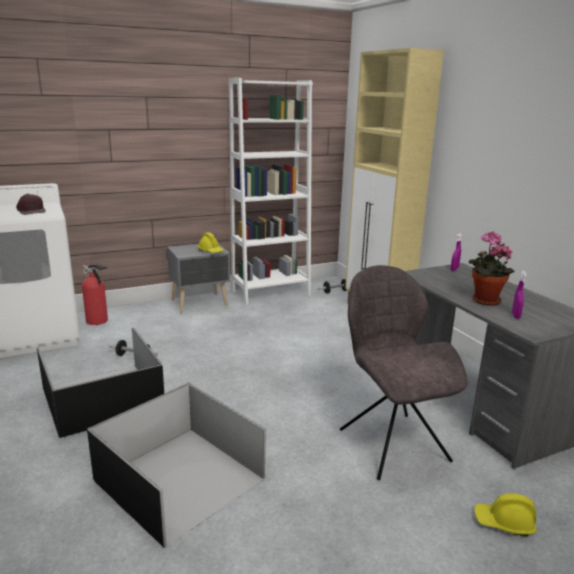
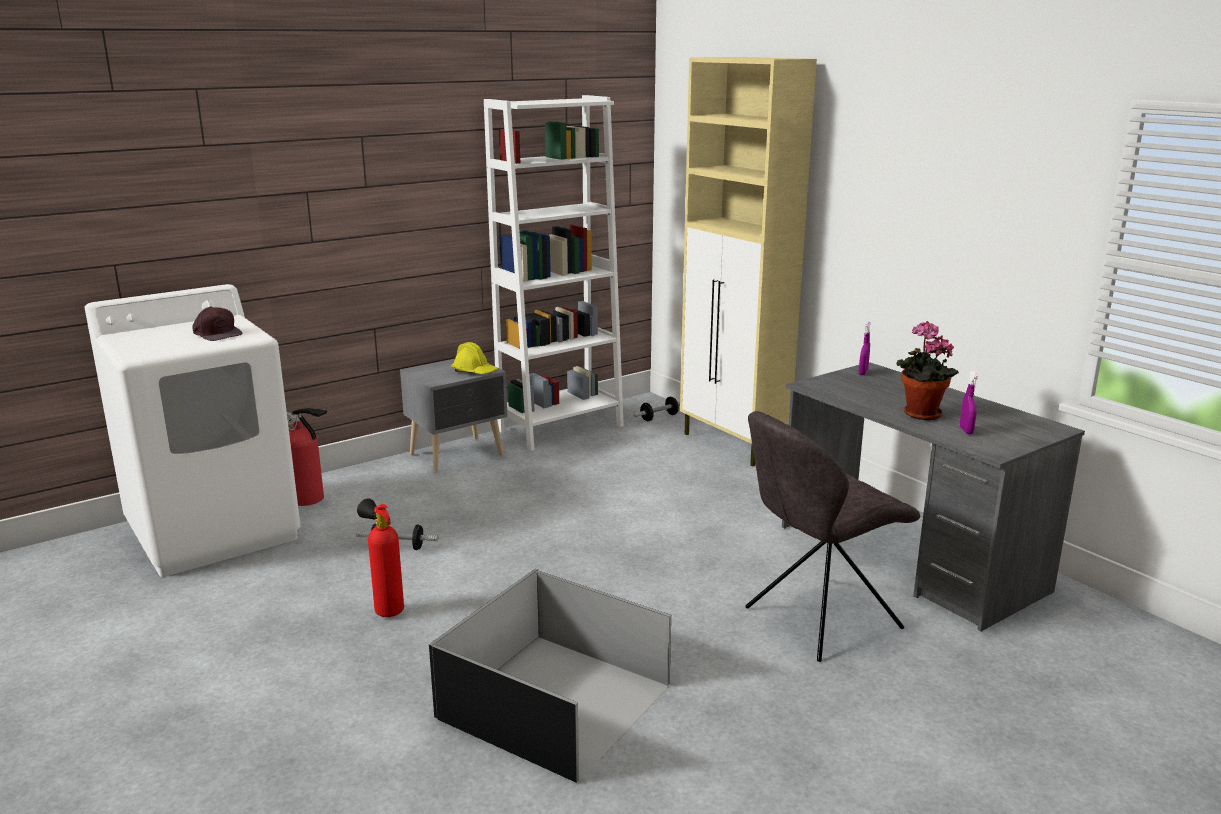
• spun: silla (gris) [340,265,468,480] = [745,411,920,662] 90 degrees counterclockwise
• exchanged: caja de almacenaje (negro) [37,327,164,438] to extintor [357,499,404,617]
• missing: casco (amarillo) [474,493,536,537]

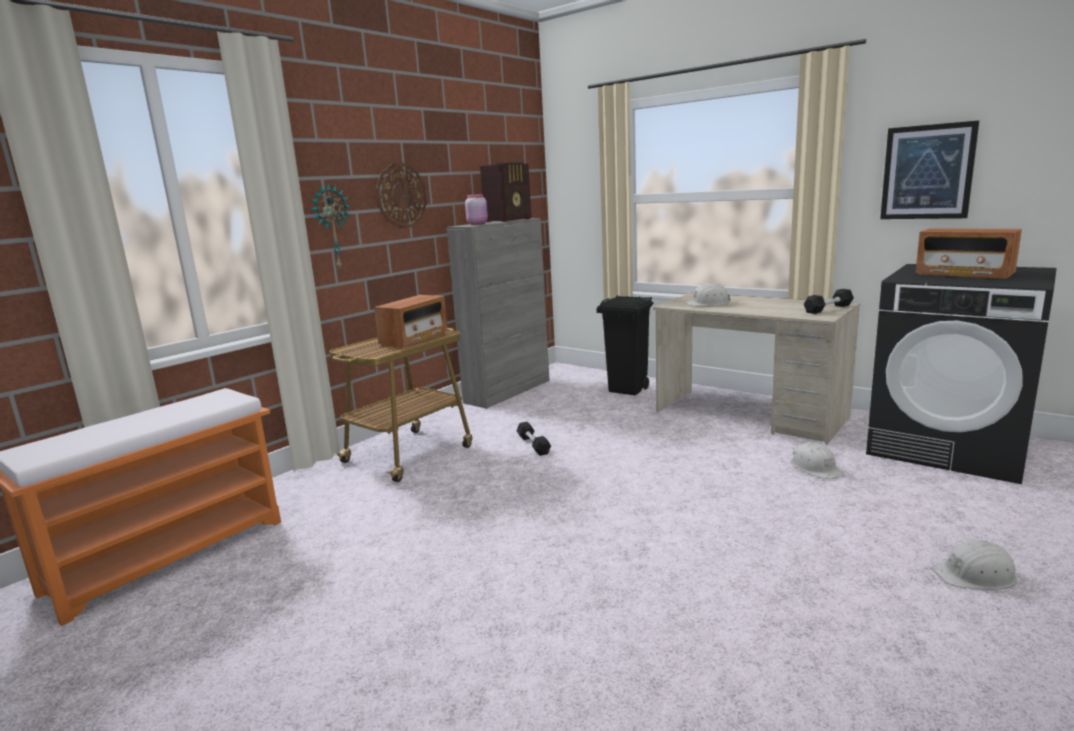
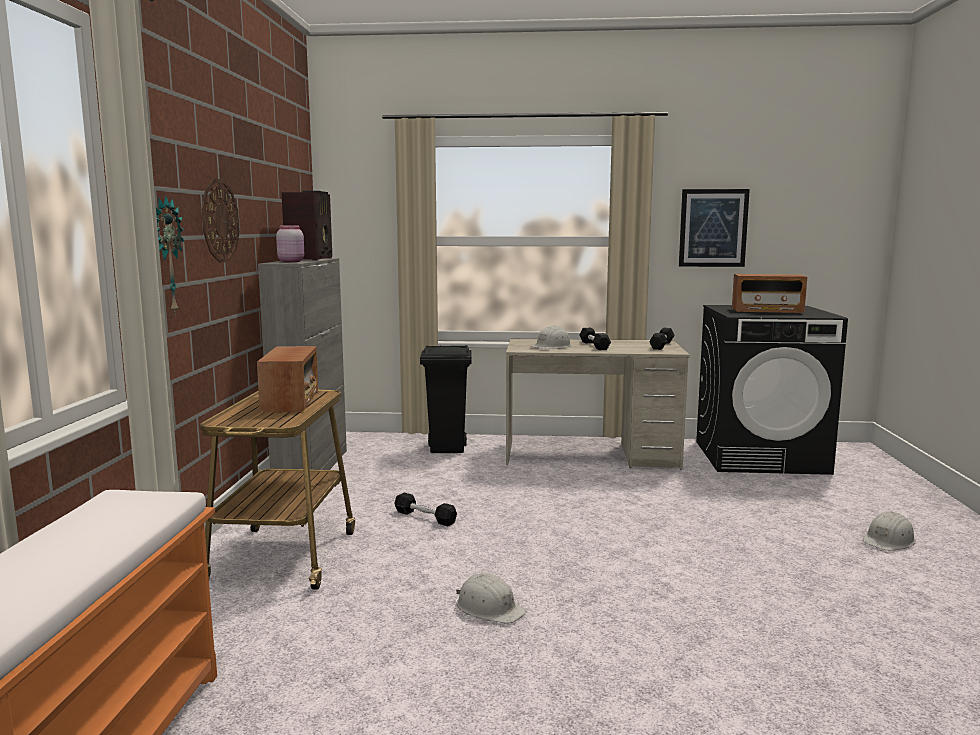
• relocated: casco (blanco) [791,442,844,479] to [456,573,526,624]
• appeared: mancuerna (negro) [579,328,611,350]

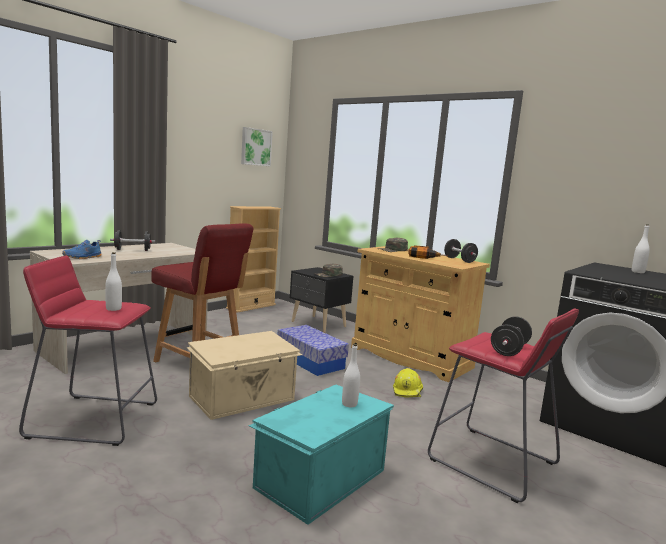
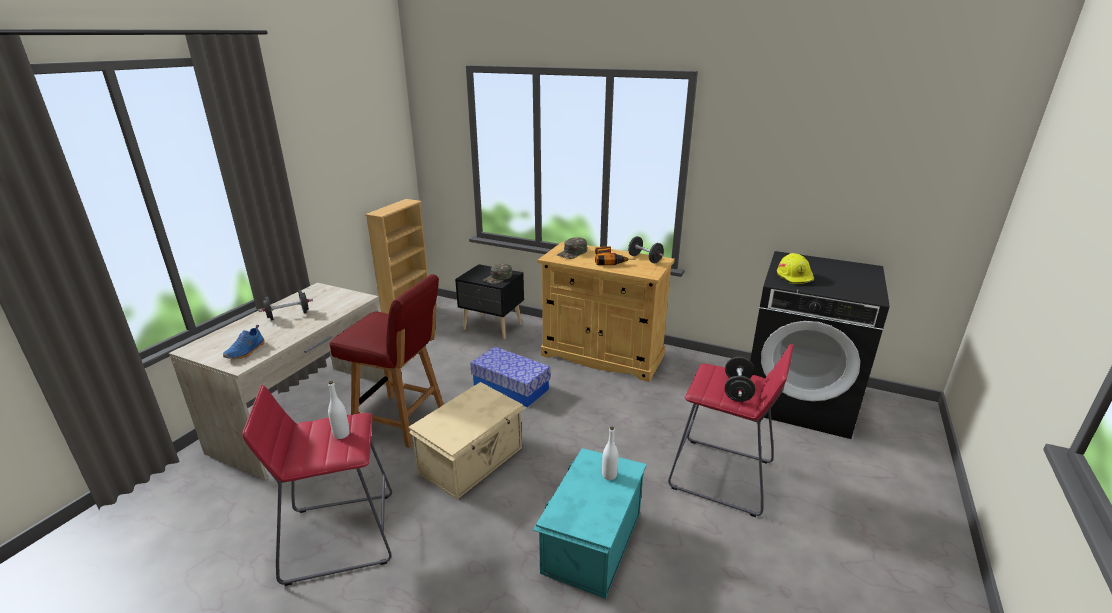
• missing: cuadro [241,127,273,167]
• missing: botella (blanco) [632,224,650,273]
• relocated: casco (amarillo) [393,368,423,398] to [777,253,814,284]

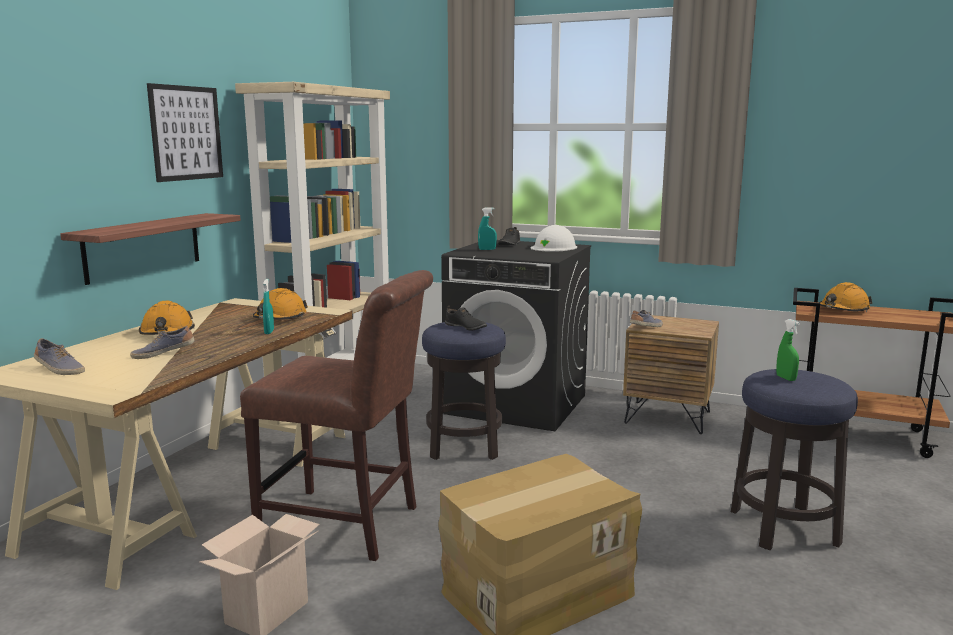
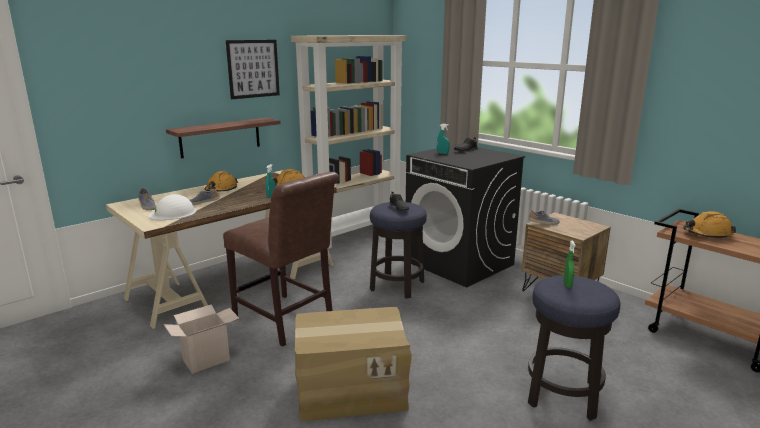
• relocated: casco (blanco) [530,225,577,252] to [148,194,196,220]

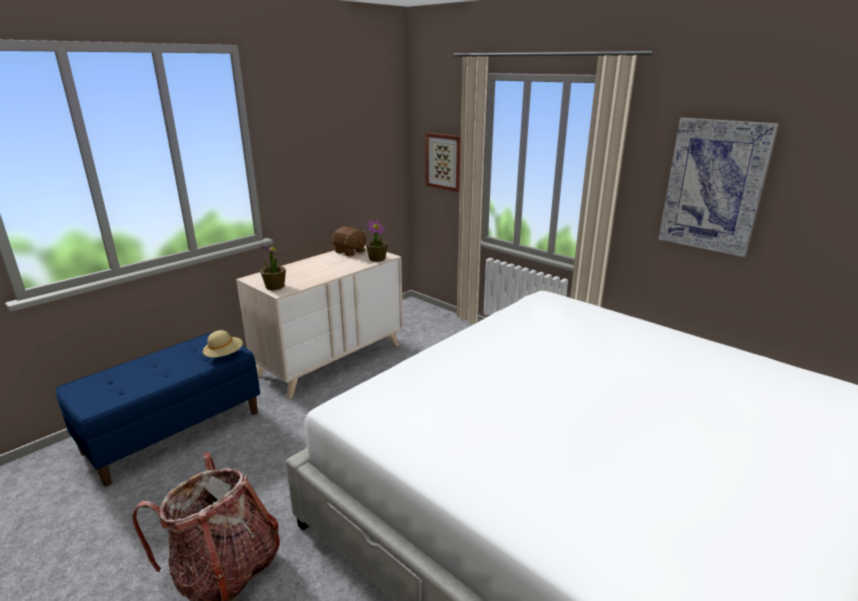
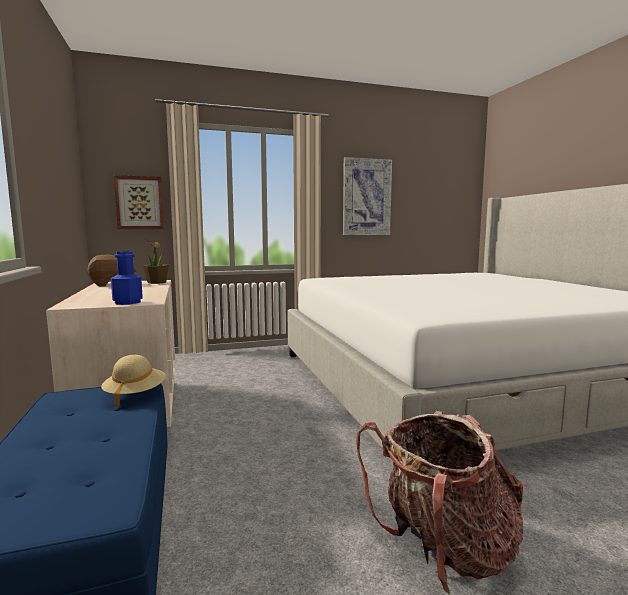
• exchanged: planta en maceta [260,245,286,291] to botella (azul) [111,251,143,305]

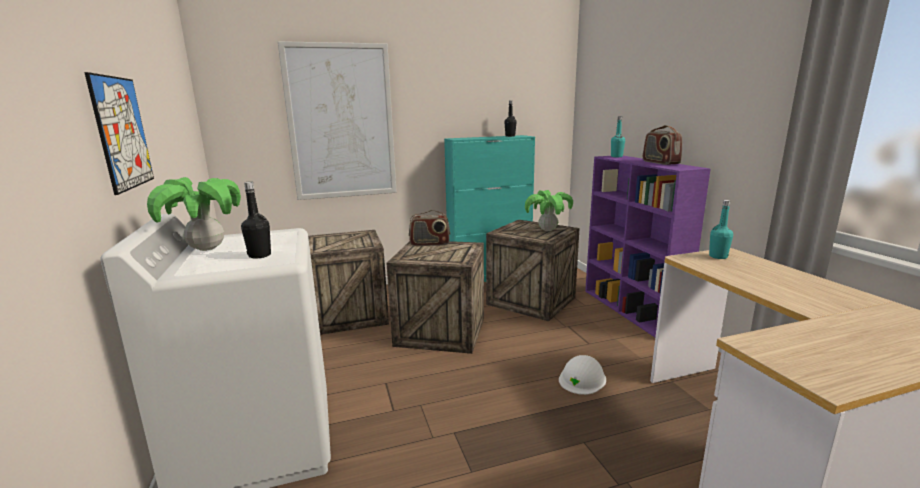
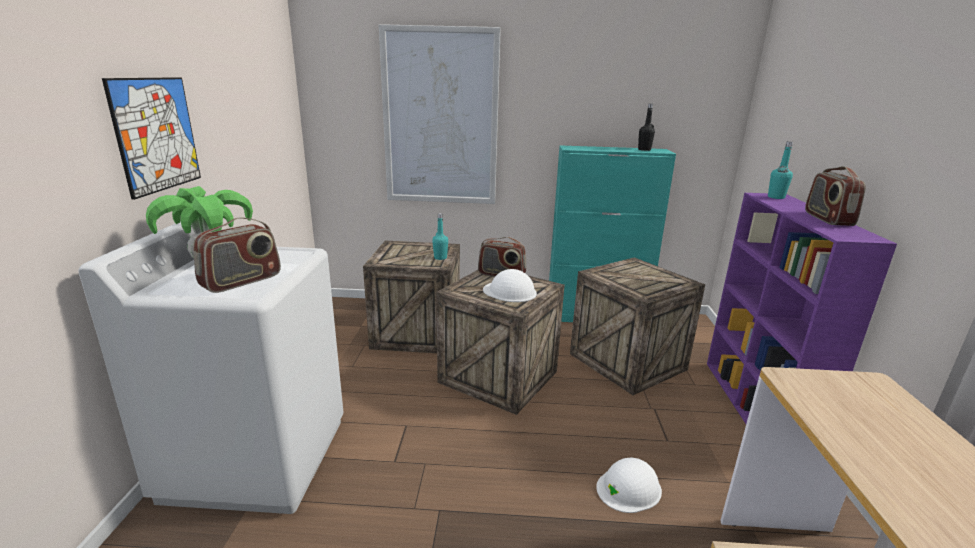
• exchanged: botella (negro) [241,181,271,259] to radio [193,218,281,293]
• missing: planta en maceta [525,190,573,231]
• relocated: botella (turquesa) [709,200,733,259] to [432,213,448,260]
• appeared: casco (blanco) [483,269,537,302]

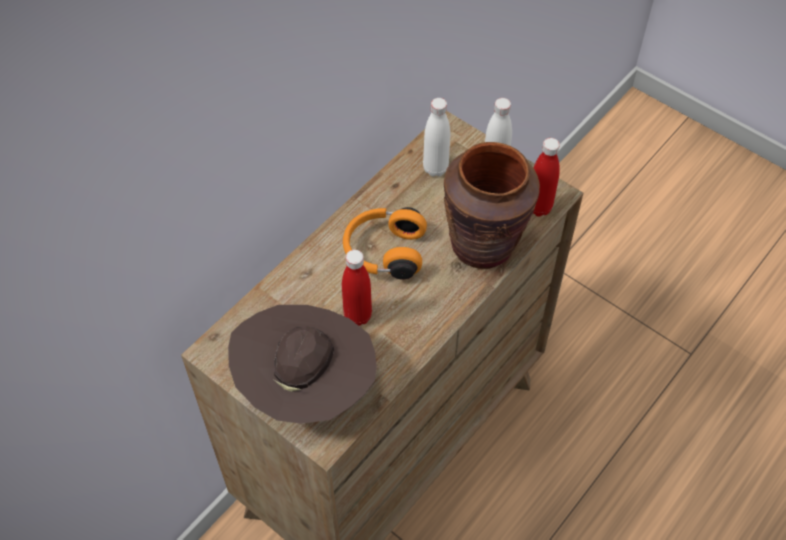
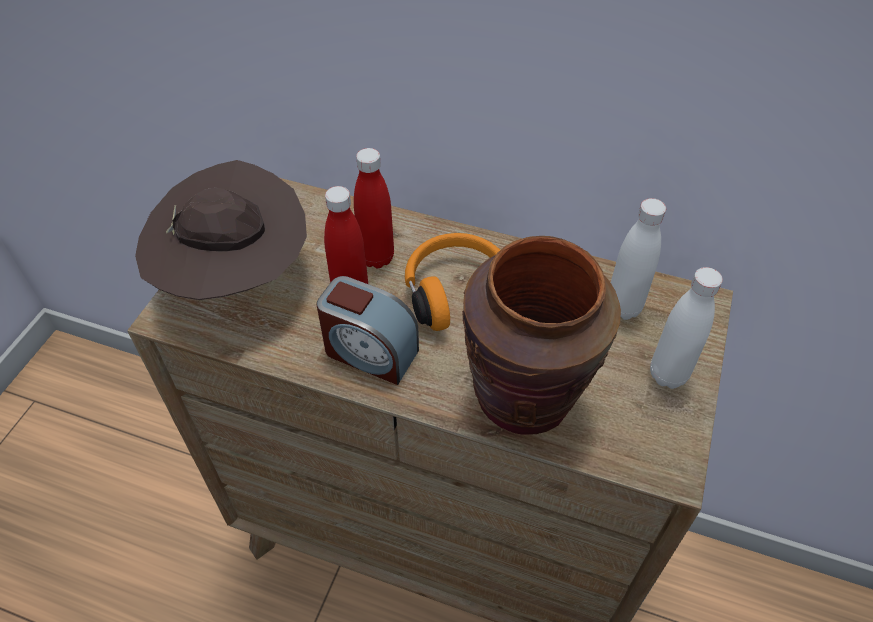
• relocated: botella (rojo) [533,138,560,216] to [354,148,394,268]
• appeared: despertador [316,276,419,385]

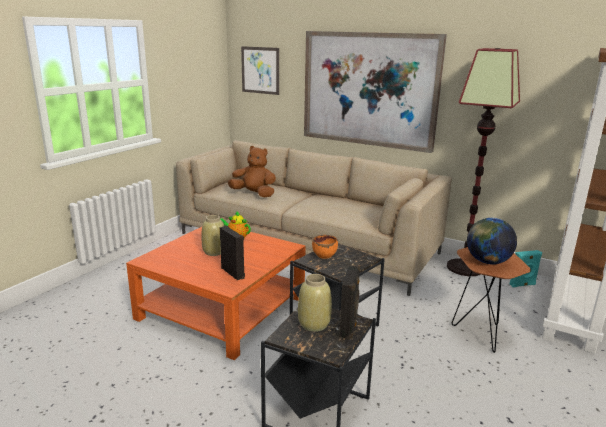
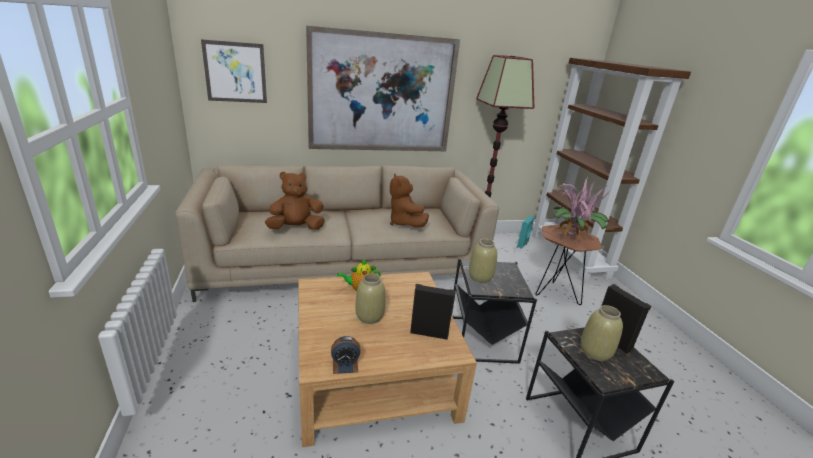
• exchanged: globo terráqueo [467,218,517,264] to planta en maceta [553,177,610,240]
• colour: mesa de centro (naranja) [126,227,306,360] to mesa de centro (beis) [298,272,477,447]
• exchanged: cuenco (naranja) [312,235,338,259] to florero (beis) [469,239,497,283]
• appeared: peluche (marrón) [390,173,429,227]
• appeared: despertador [331,336,361,374]

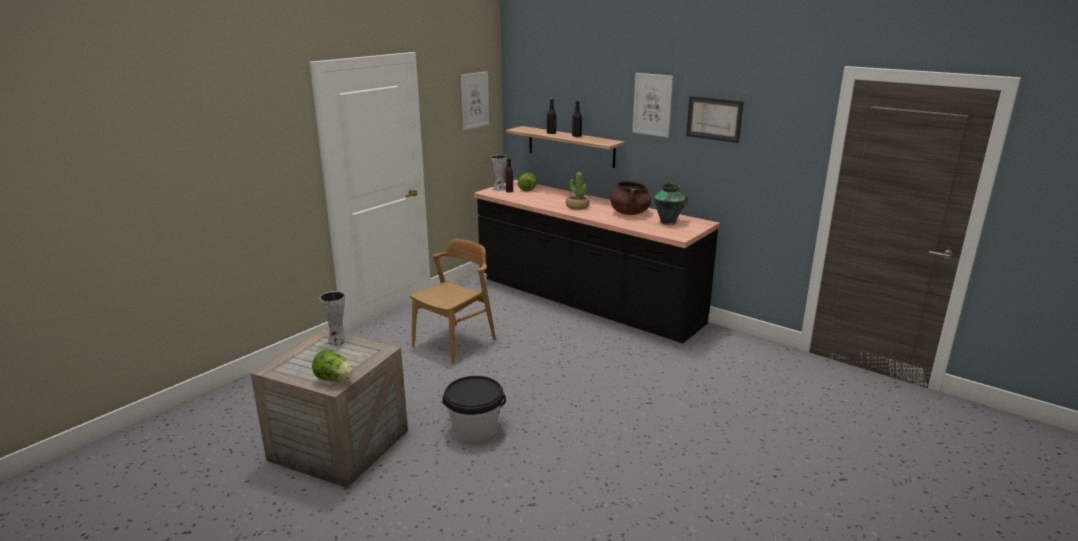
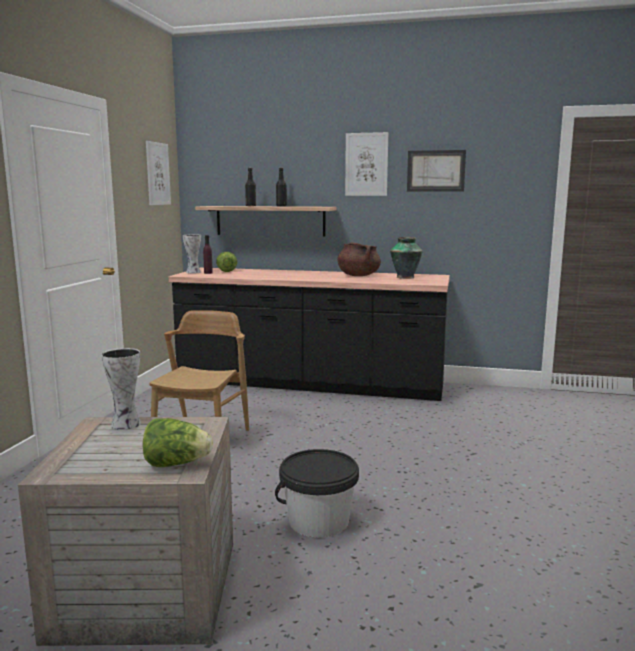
• missing: planta en maceta [566,172,590,210]

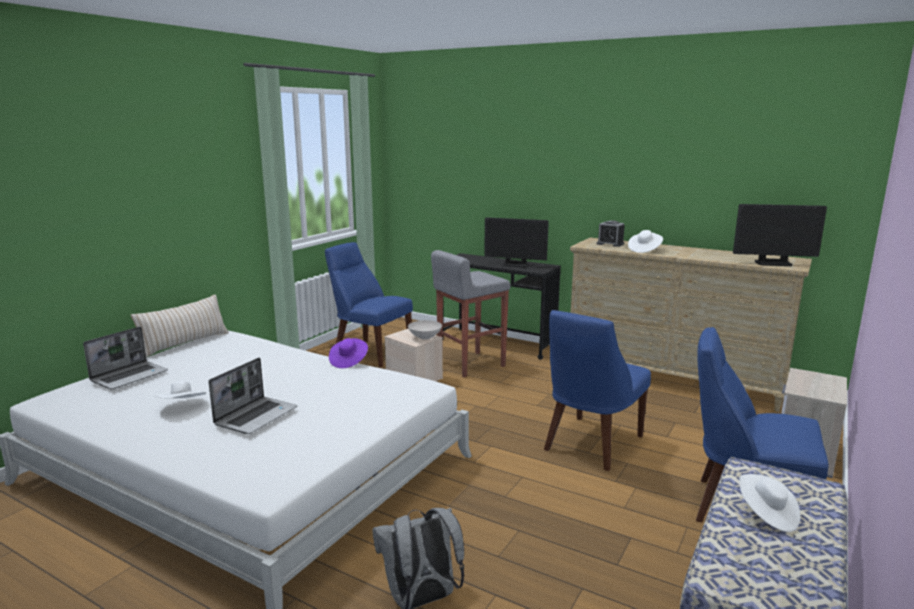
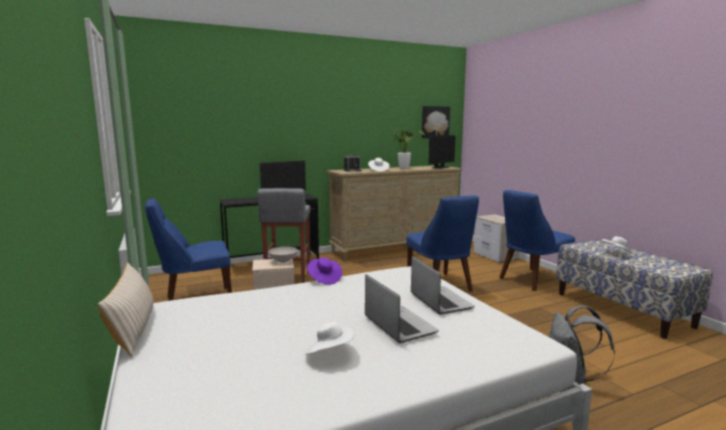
• relocated: portátil [83,326,168,390] to [411,256,475,315]
• appeared: cuadro [422,106,450,138]
• appeared: planta en maceta [393,129,425,169]

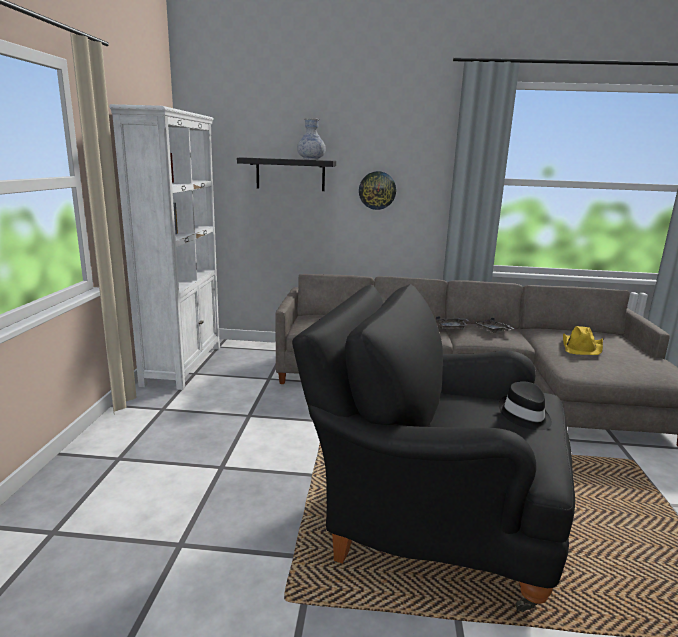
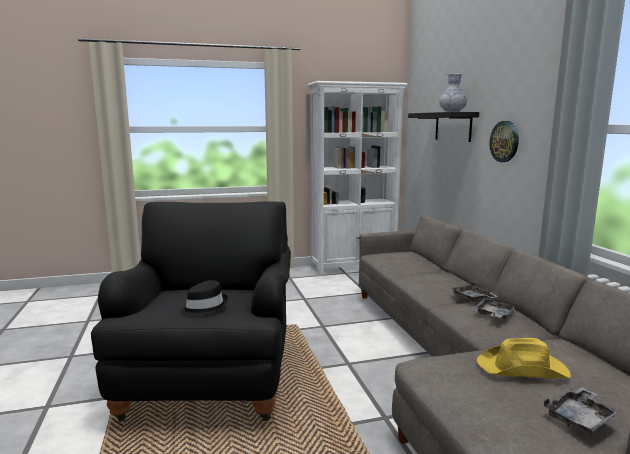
• appeared: bandeja (gris) [544,387,620,434]

